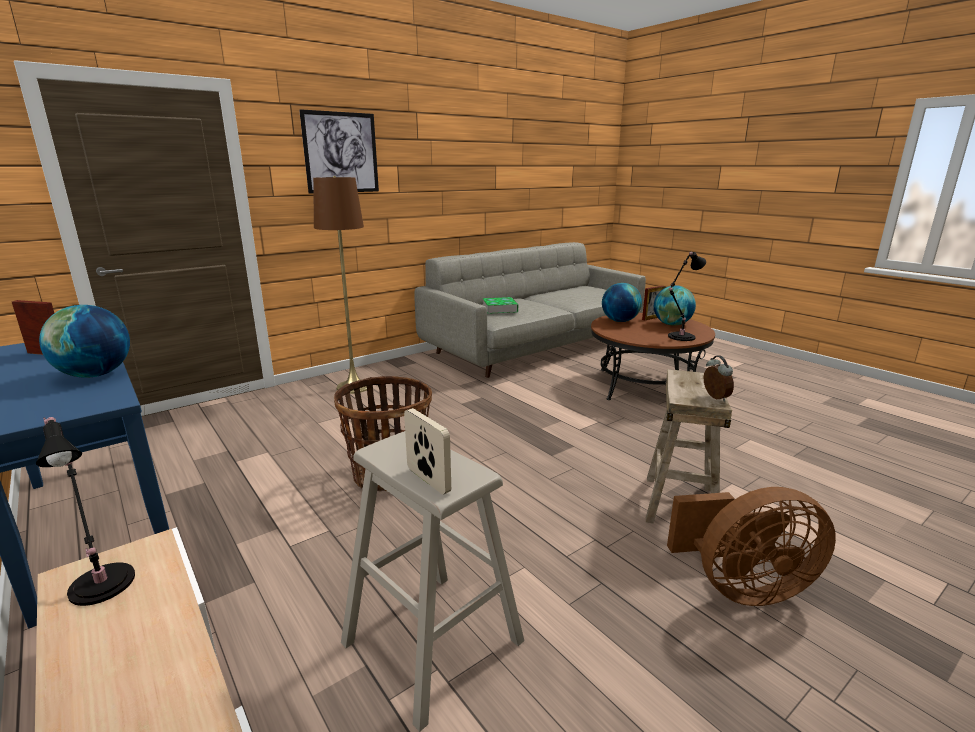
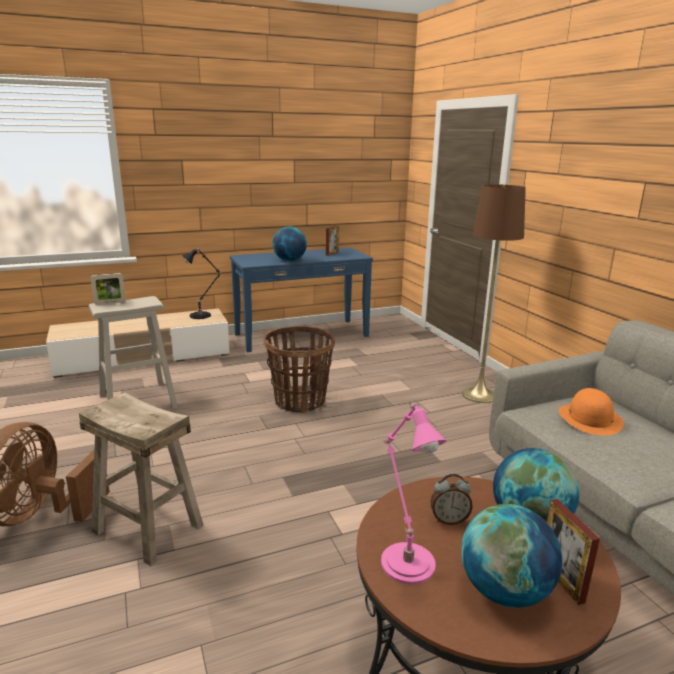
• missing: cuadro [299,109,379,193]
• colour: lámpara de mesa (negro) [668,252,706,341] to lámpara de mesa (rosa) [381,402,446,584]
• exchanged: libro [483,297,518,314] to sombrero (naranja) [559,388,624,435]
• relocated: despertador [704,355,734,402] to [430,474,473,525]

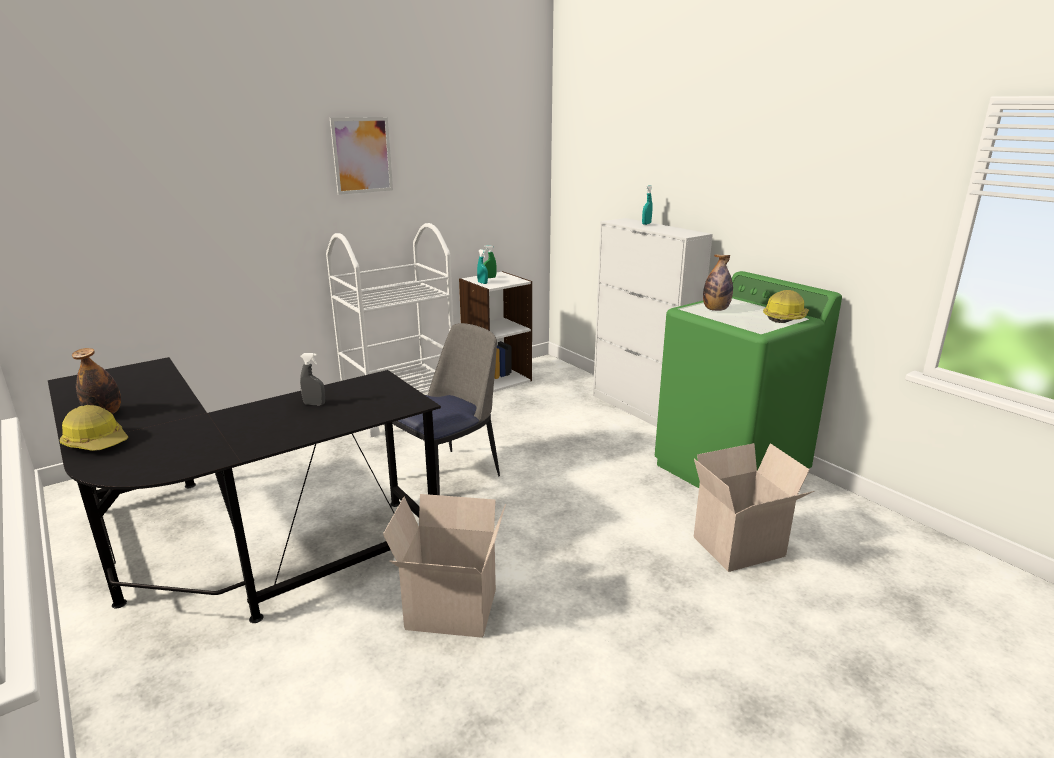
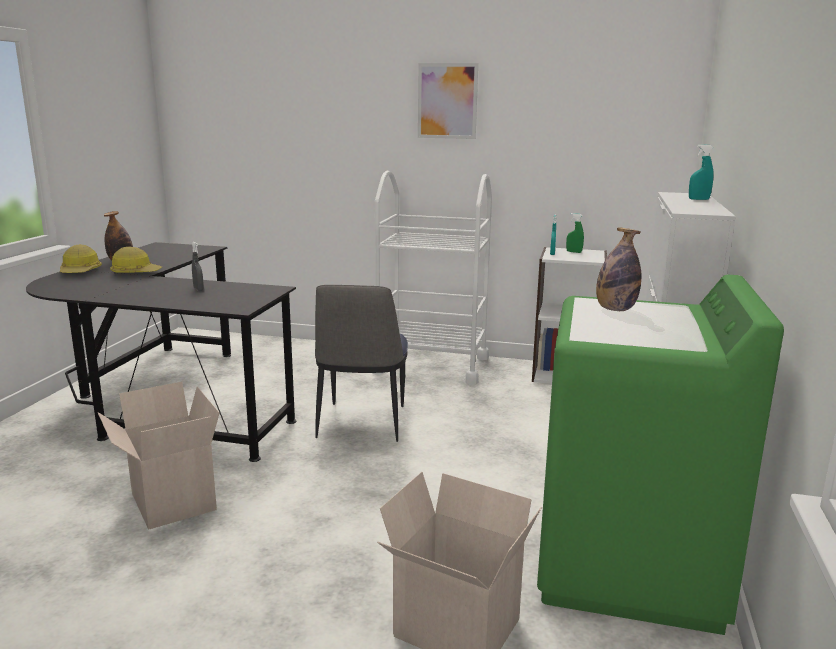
• relocated: casco [763,290,809,323] to [110,247,162,274]
• spun: silla [392,323,500,495] = [315,285,408,442] 90 degrees clockwise

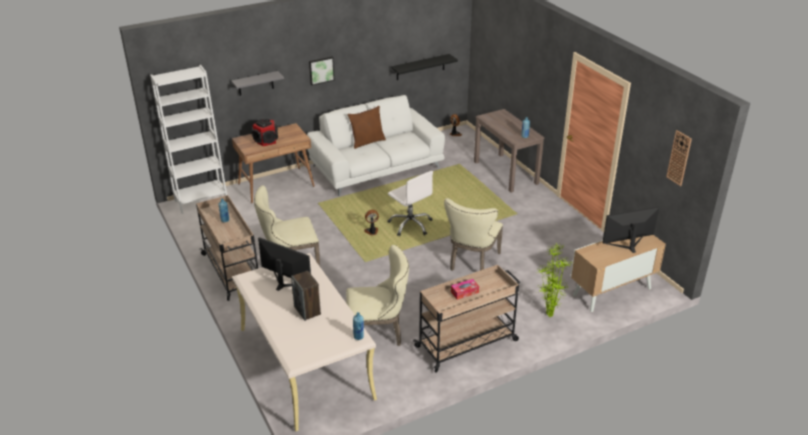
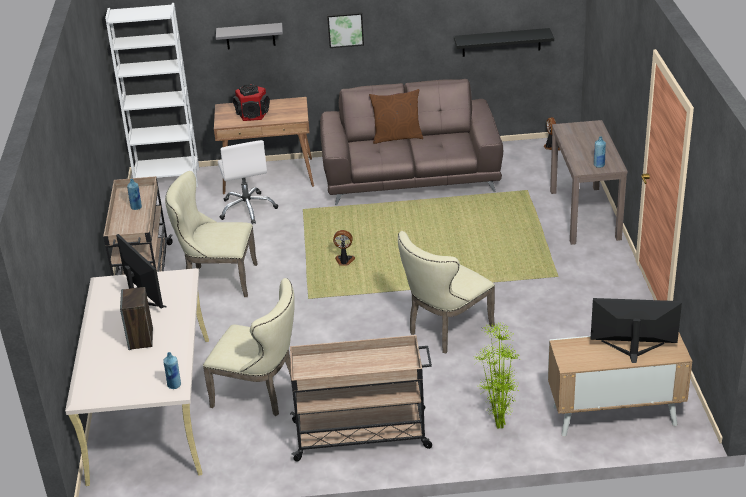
• colour: sofá (blanco) [307,95,445,196] to sofá (marrón) [320,79,503,205]
• missing: reloj de pared [666,130,692,186]
• relocated: silla de oficina (blanco) [388,171,433,237] to [218,140,278,224]
• missing: caja de pañuelos [451,279,479,300]

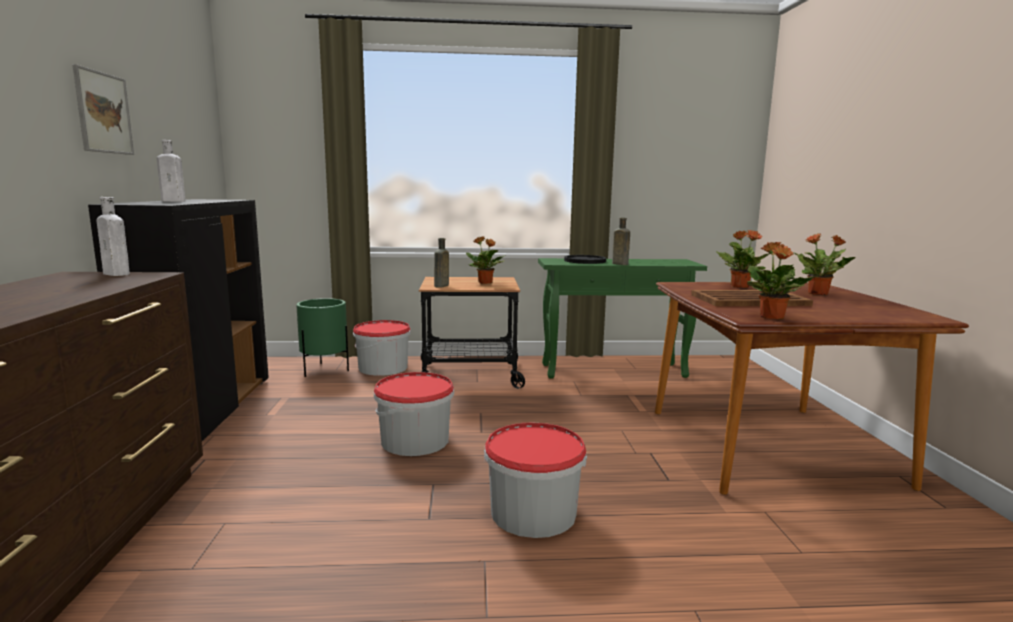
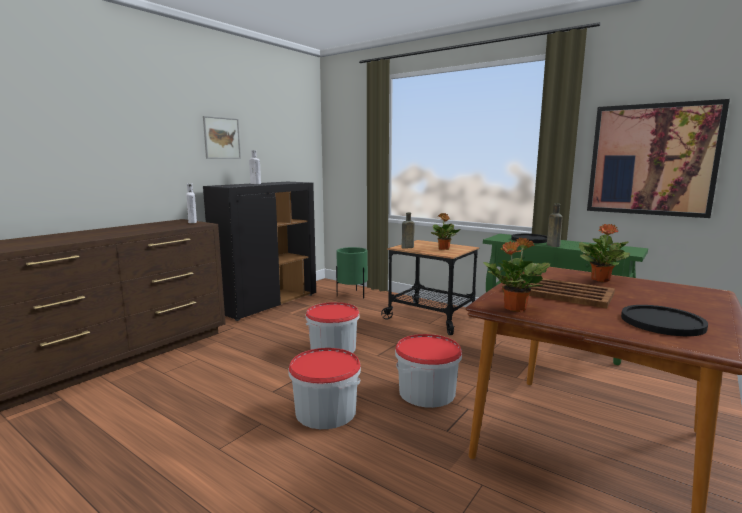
• missing: planta en maceta [794,233,856,295]
• relocated: cubo [353,320,411,376] to [395,334,462,408]
• appeared: cuadro [587,99,730,218]
• appeared: plato (negro) [621,305,708,336]

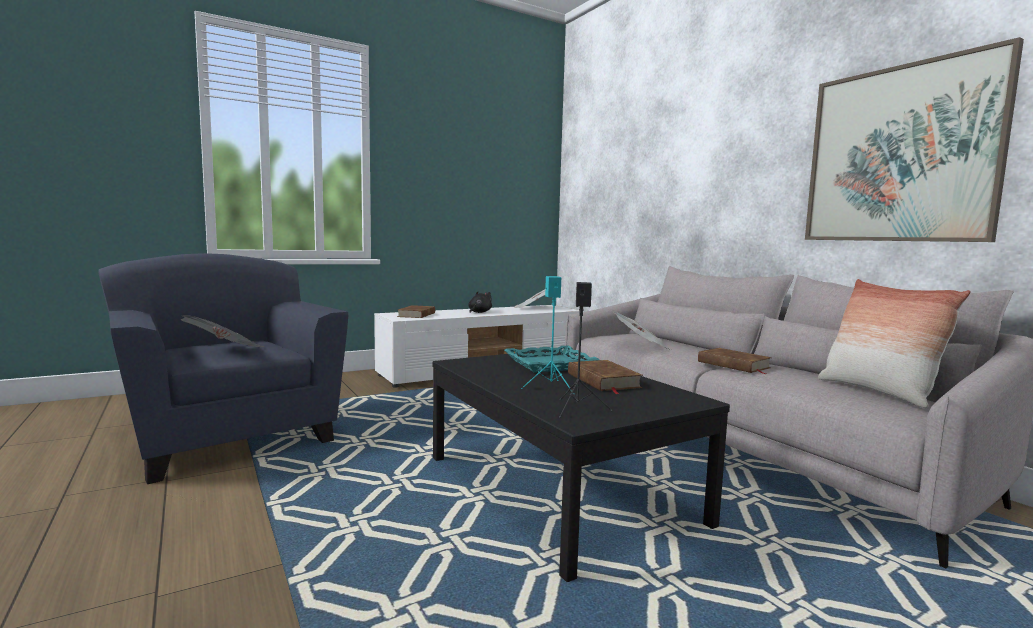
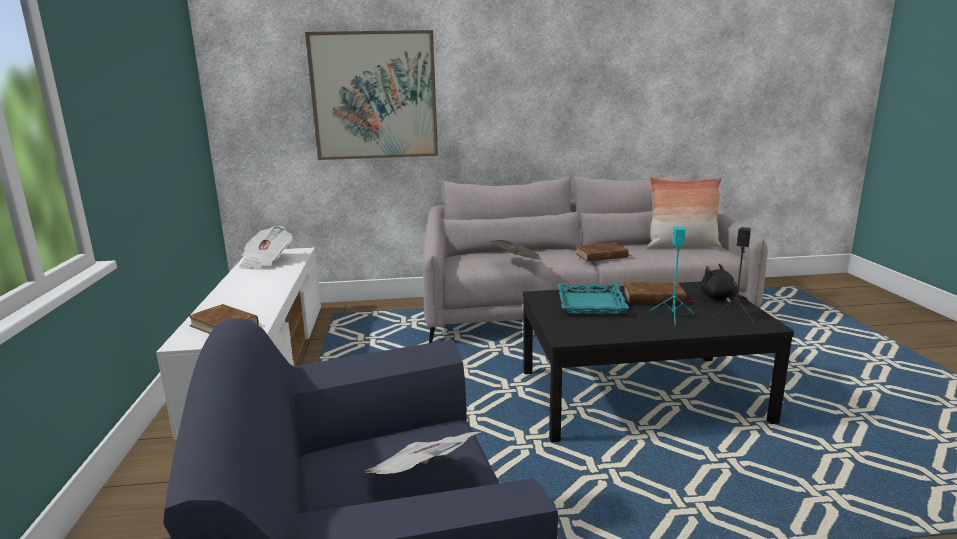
• relocated: cuadro [805,37,1024,242] to [305,30,438,160]
• relocated: peluche (negro) [468,292,492,313] to [700,264,749,304]

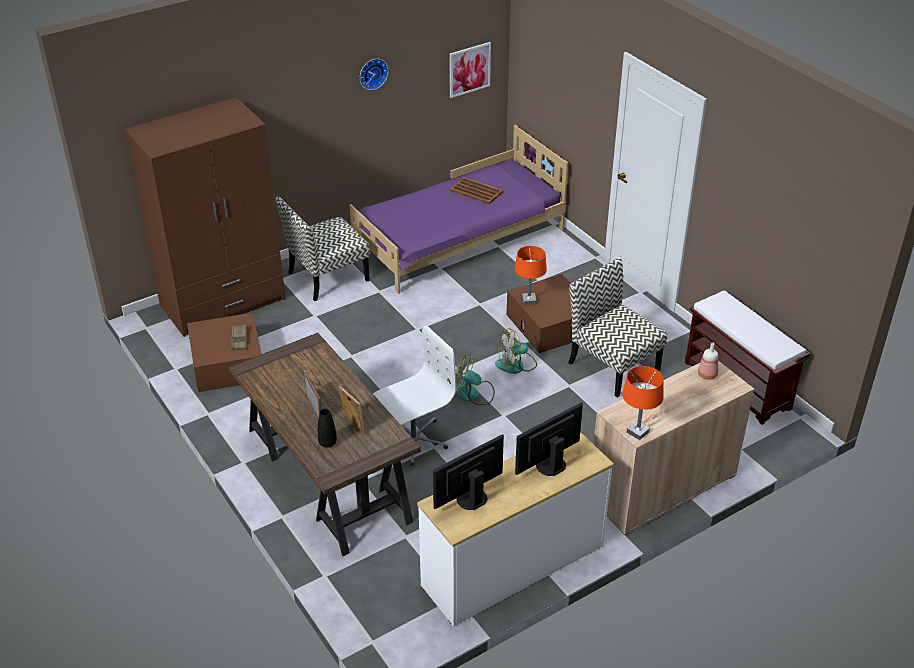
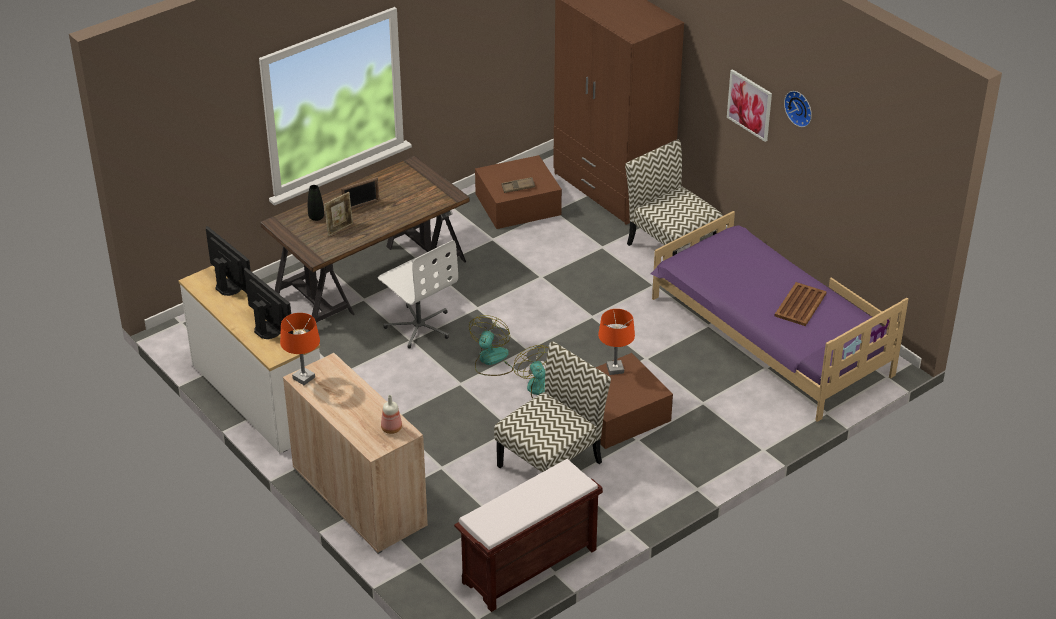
• relocated: cuadro [449,42,491,98] to [727,69,772,142]

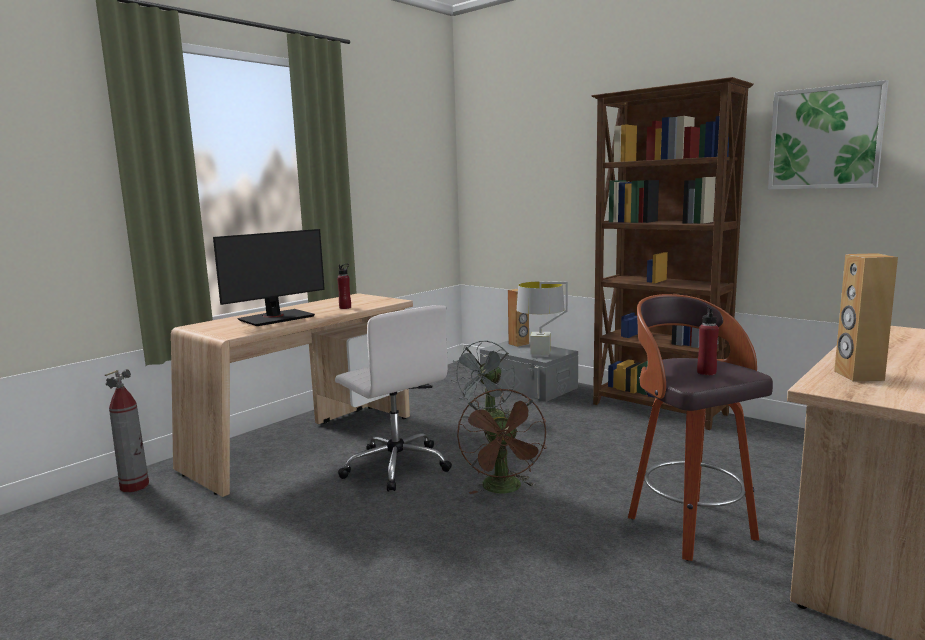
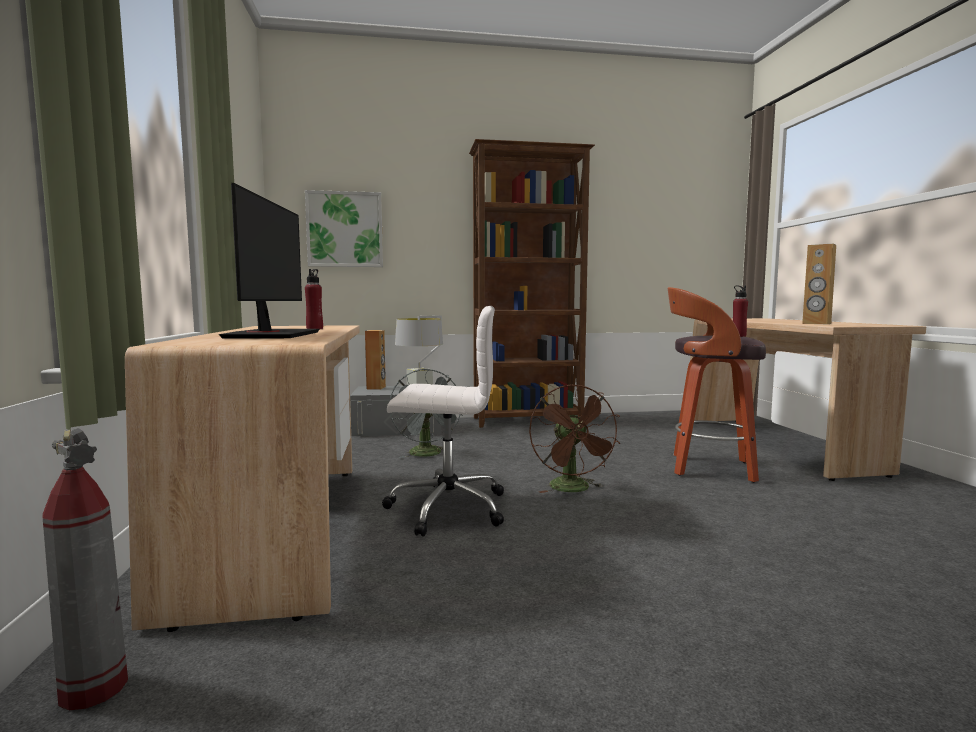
• relocated: cuadro [768,80,889,190] to [305,190,383,267]
• spun: ventilador (marrón) [457,388,547,494] = [529,384,620,493] 45 degrees clockwise

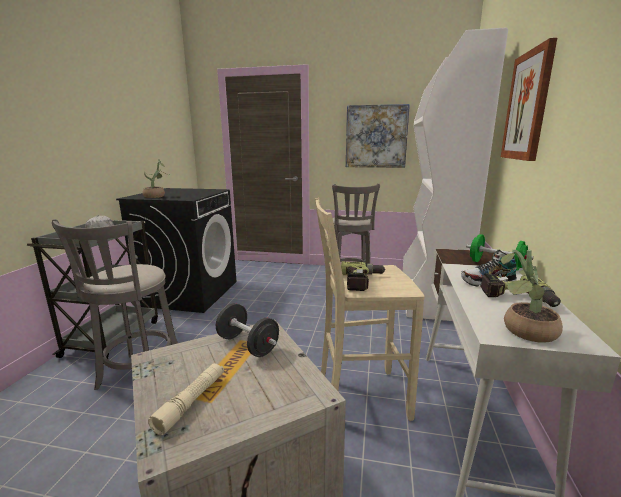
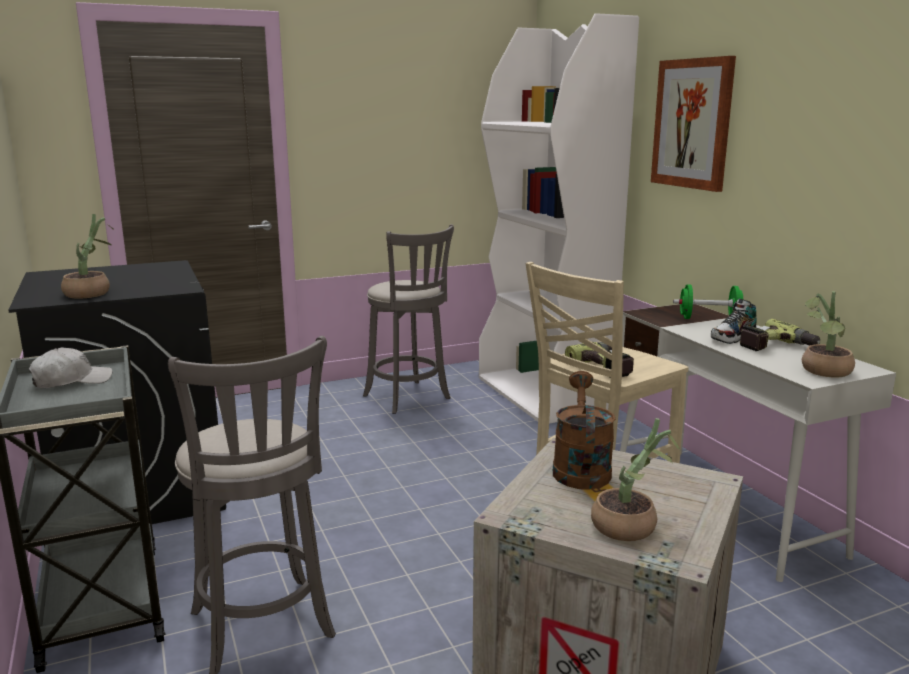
• missing: cuadro [346,104,410,168]
• exchanged: mancuerna (negro) [216,303,279,357] to regadera (marrón) [553,371,615,490]
• exchanged: linterna (beis) [148,363,224,435] to planta en maceta [591,418,680,541]

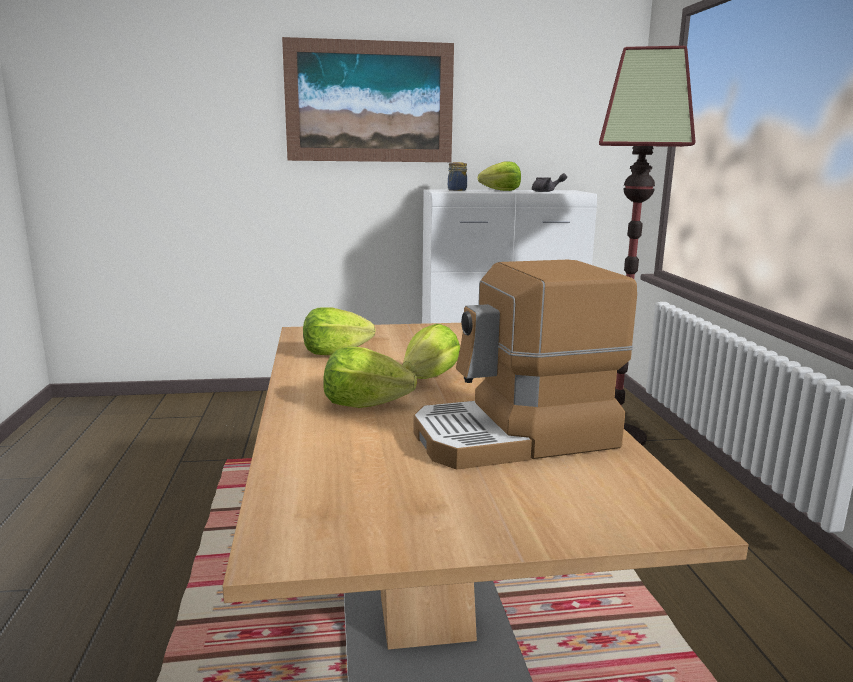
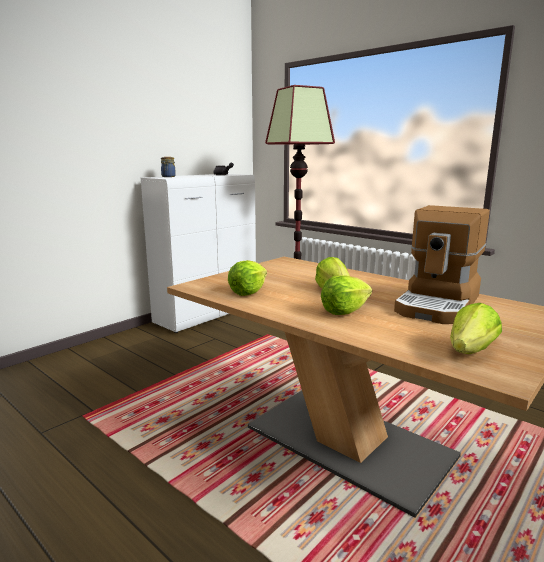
• missing: cuadro [282,37,454,162]
• relocated: lechuga [478,162,521,191] to [450,303,502,354]

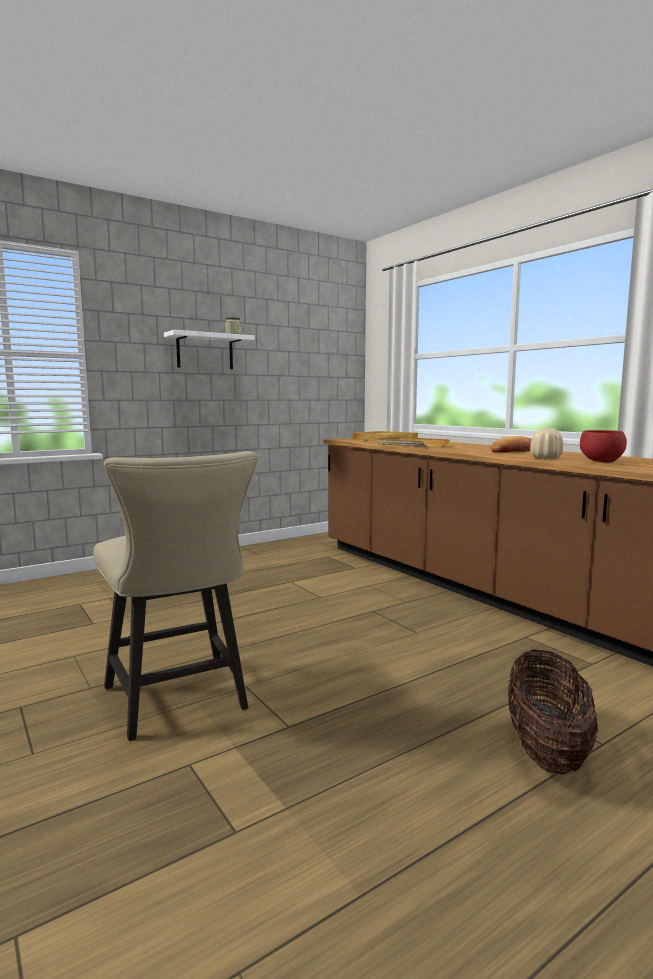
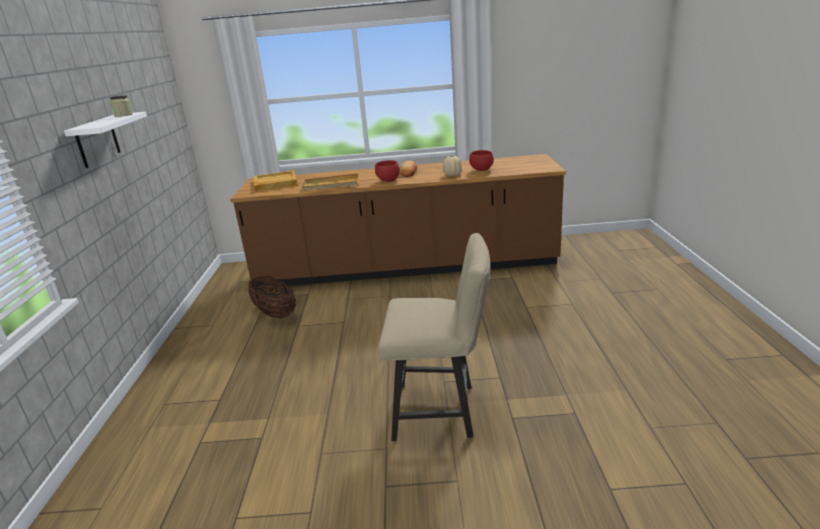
• relocated: cesta [508,649,598,775] to [248,276,296,318]
• appeared: cuenco (rojo) [375,160,400,182]

